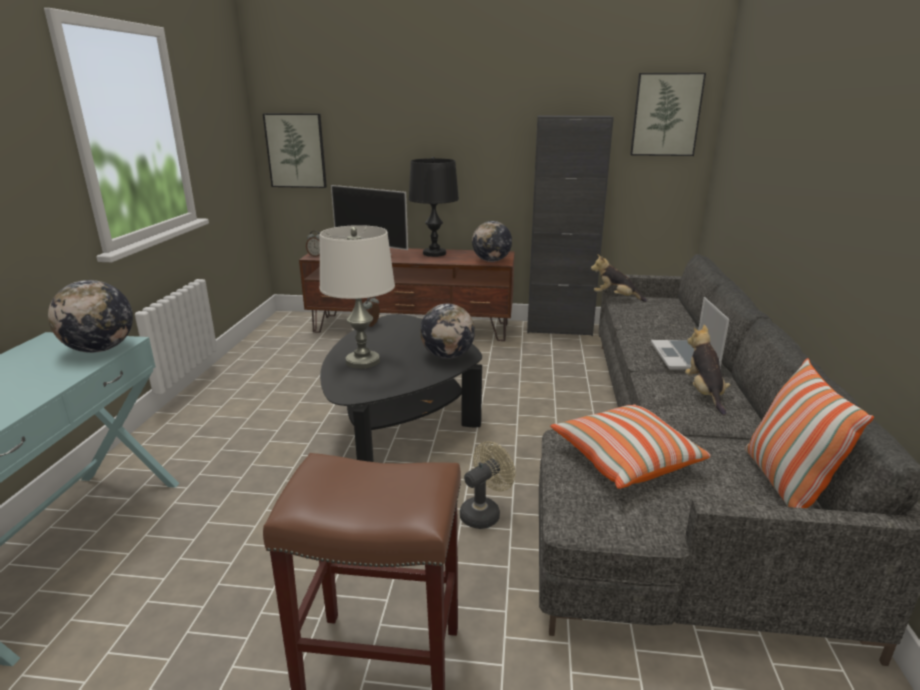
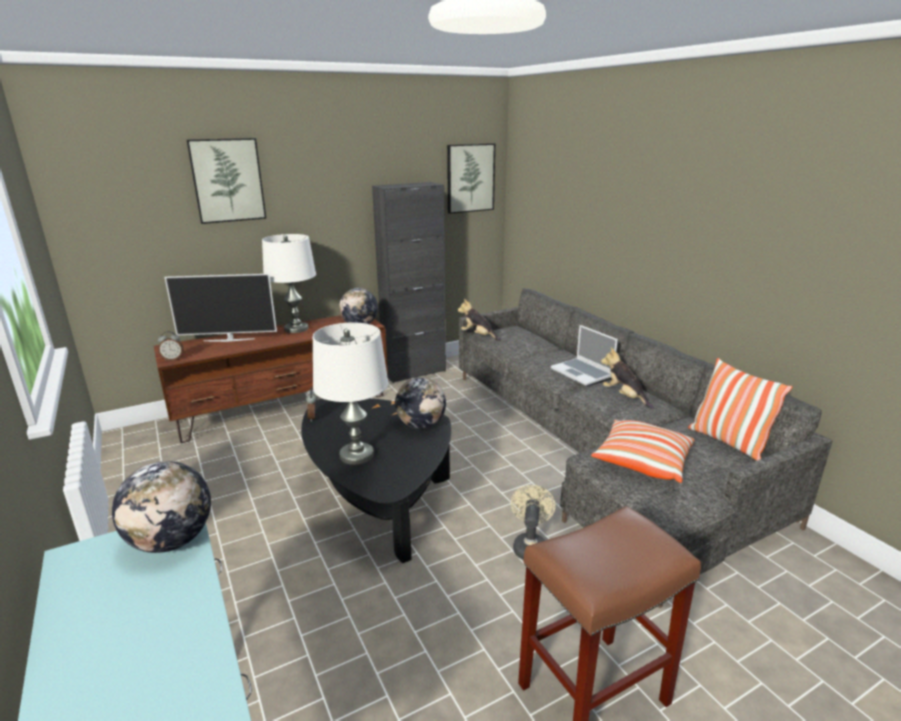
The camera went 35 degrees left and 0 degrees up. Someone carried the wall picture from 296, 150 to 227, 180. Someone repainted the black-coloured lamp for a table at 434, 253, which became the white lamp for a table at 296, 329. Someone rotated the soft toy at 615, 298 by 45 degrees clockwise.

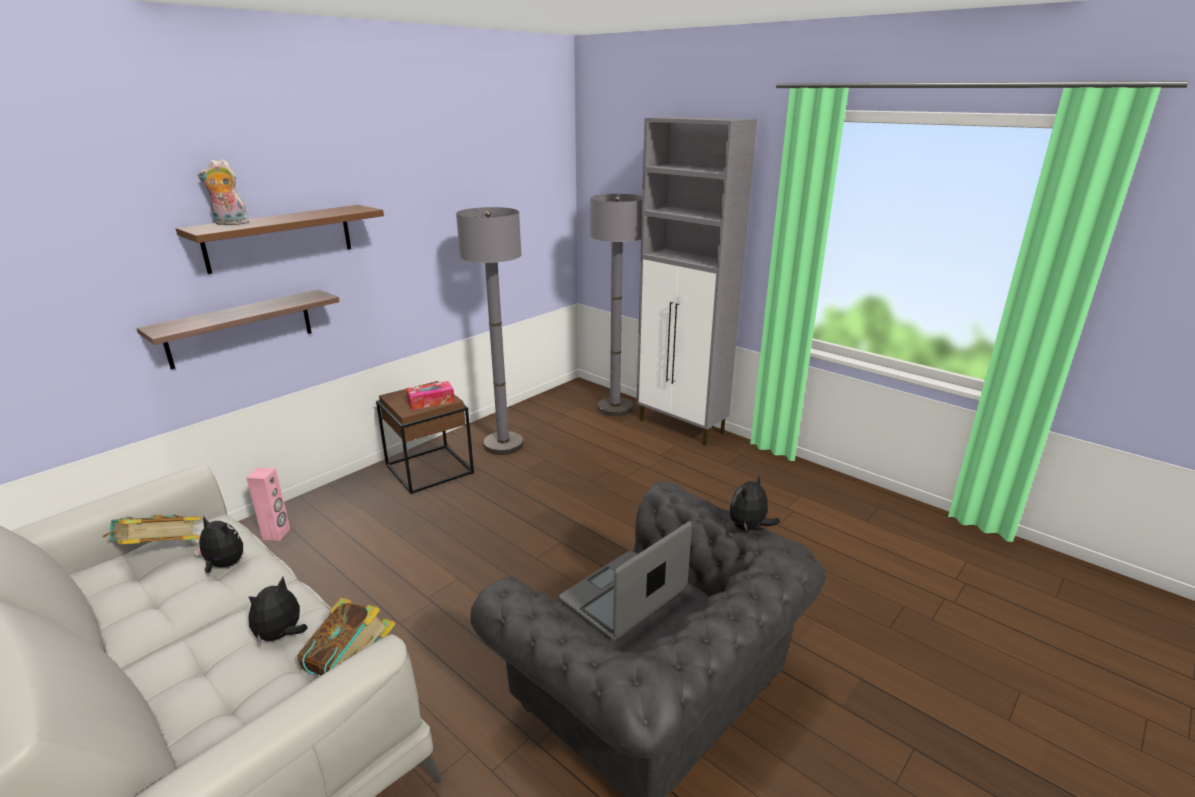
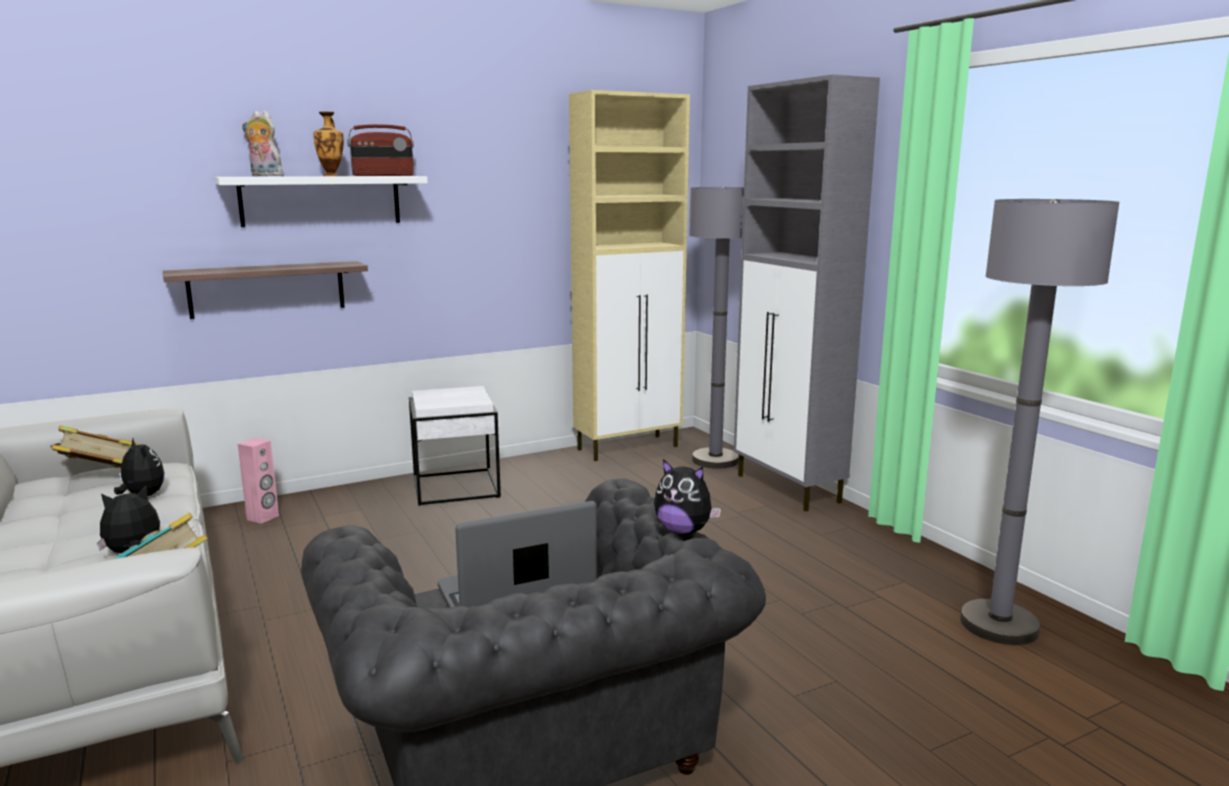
The camera went 20 degrees right and 10 degrees down. Someone repainted the brown bracket shelf at 279, 238, which became the white bracket shelf at 321, 200. Someone repainted the brown side table at 429, 470, which became the white side table at 455, 487. Someone took away the tissue box at 431, 401. Someone carried the grey floor lamp from 503, 445 to 998, 625. Someone rotated the soft toy at 749, 528 by 120 degrees counterclockwise. Someone put down the vase at 331, 176. Someone put down the radio set at 383, 175. Someone put down the sand-coloured storage cabinet at 629, 448.

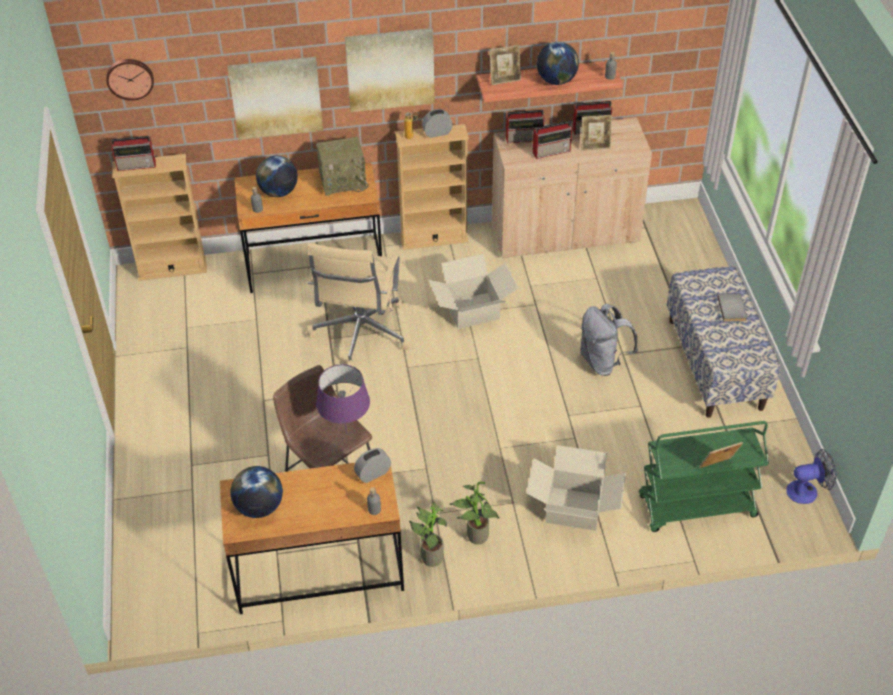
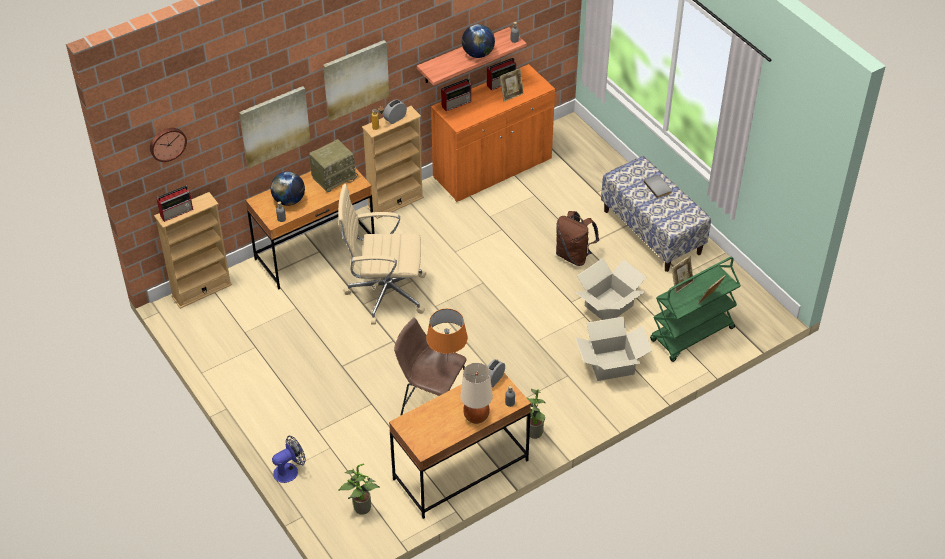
The camera went 25 degrees left and 0 degrees up. Someone took away the world globe at 259, 507. Someone rotated the sand-coloured office chair at 360, 334 by 105 degrees clockwise. Someone repainted the purplish lamp for a table at 346, 433, which became the orange-coloured lamp for a table at 447, 361. Someone carried the packing box from 473, 311 to 609, 306. Someone carried the plant in a pot from 474, 537 to 360, 509. Someone carried the standing frame from 504, 79 to 681, 284. Someone repainted the sand-coloured storage cabinet at 565, 233, which became the orange-coloured storage cabinet at 492, 168. Someone took away the radio set at 552, 151. Someone repainted the grey rucksack at 603, 361, which became the brown rucksack at 574, 256. Someone carried the electric fan from 807, 491 to 289, 470. Someone put down the sand-coloured lamp for a table at 476, 416.

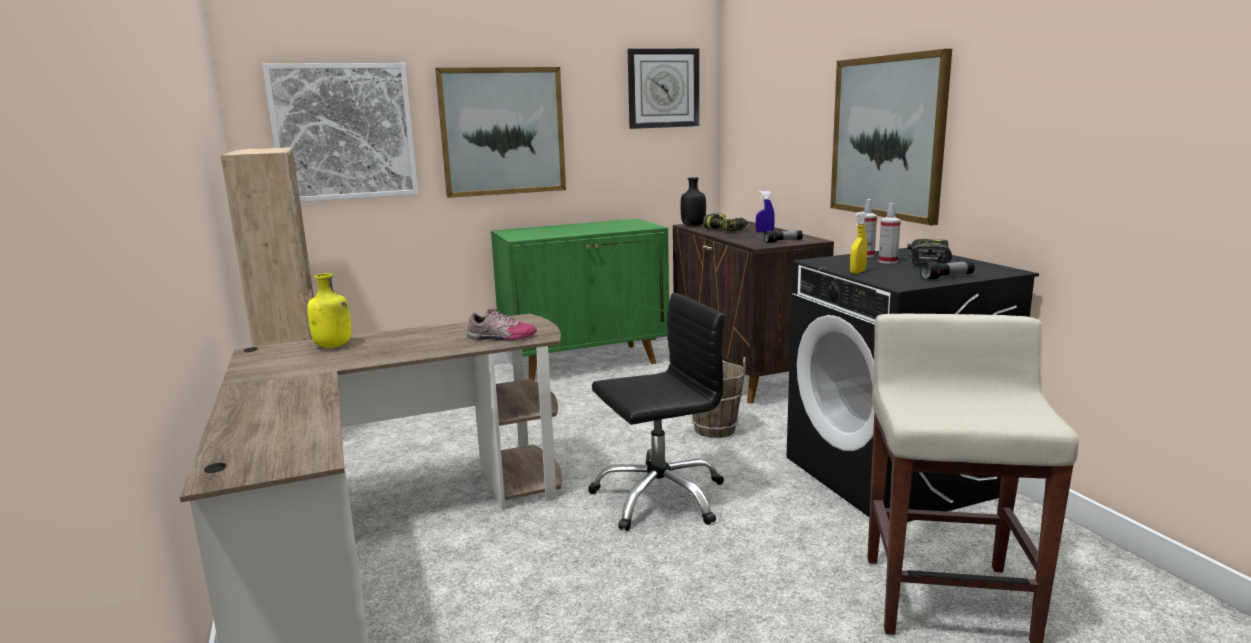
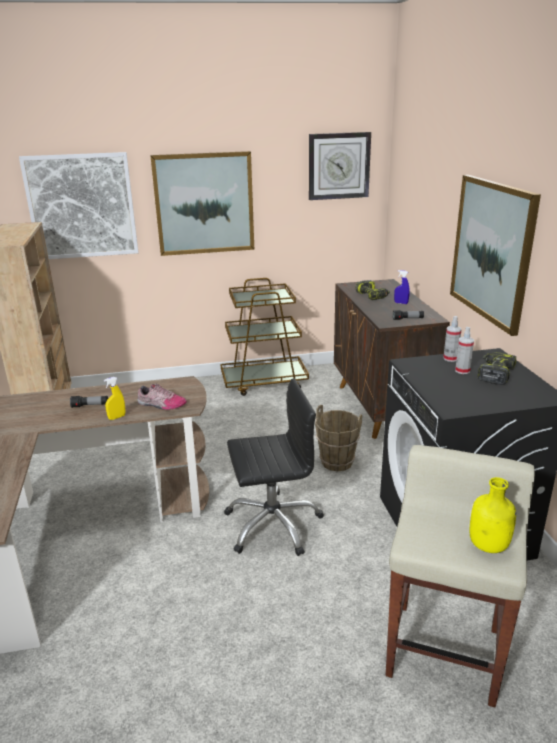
The camera went 10 degrees right and 10 degrees up. Someone carried the yellowish drink bottle from 333, 346 to 489, 546. Someone swapped the greenish storage cabinet at 585, 363 for the brown cart at 264, 382. Someone took away the black-coloured drink bottle at 693, 225. Someone carried the yellowish spray bottle from 857, 272 to 117, 417. Someone carried the hand torch from 947, 277 to 90, 406.

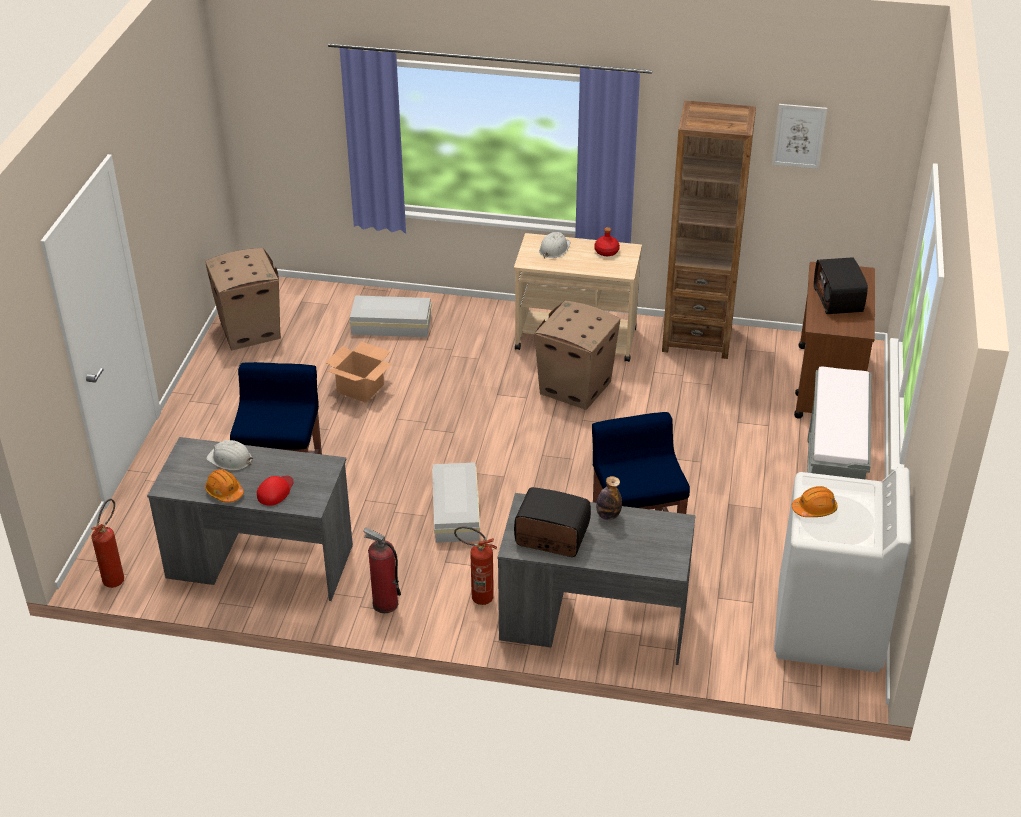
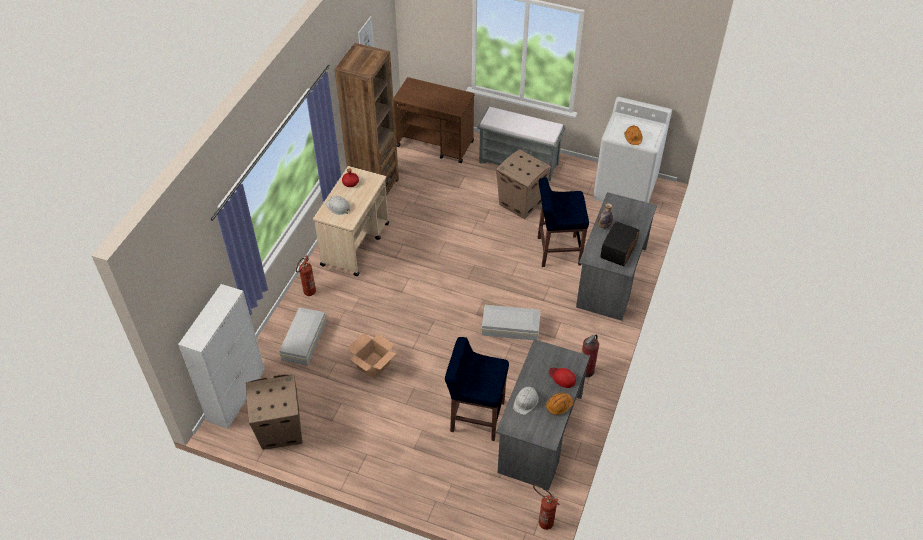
The camera went 80 degrees left and 10 degrees up. Someone carried the fire extinguisher from 476, 596 to 308, 294. Someone carried the packing box from 574, 388 to 521, 203. Someone took away the radio set at 839, 299. Someone put down the white storage cabinet at 236, 394.

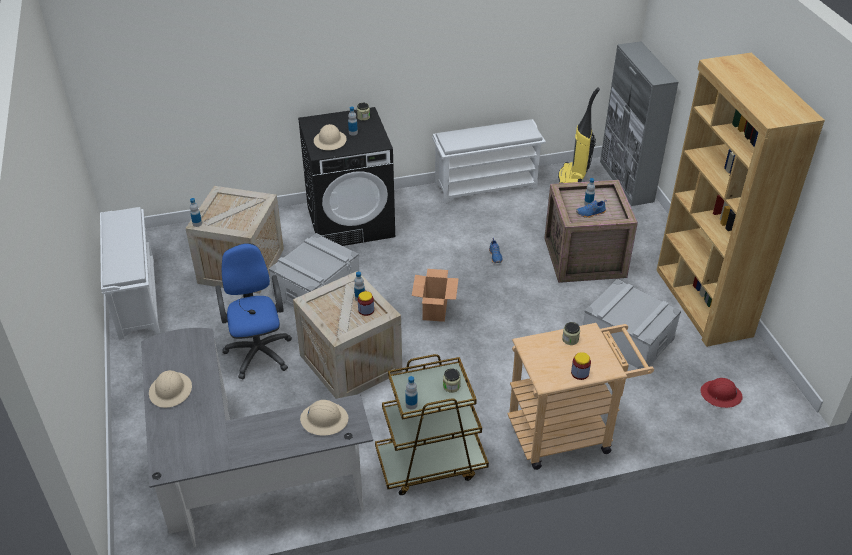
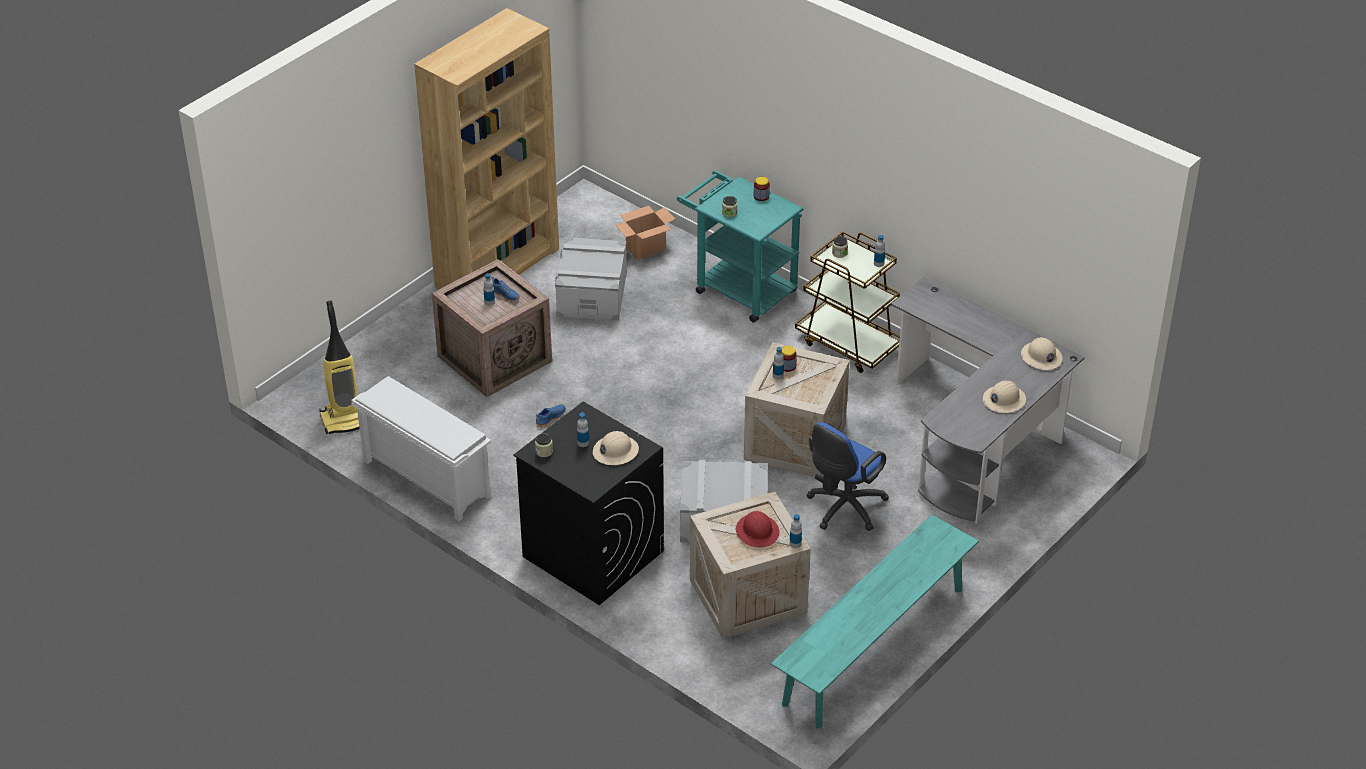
The camera went 125 degrees left and 0 degrees up. Someone swapped the white shoe shelf at 136, 297 for the blue-green indoor bench at 874, 646. Someone carried the sand-coloured hard hat from 324, 419 to 1041, 357. Someone carried the packing box from 434, 310 to 645, 249. Someone repainted the sand-coloured cart at 568, 432, which became the blue-green cart at 738, 288. Someone took away the grey storage cabinet at 626, 181. Someone carried the red-coloured hard hat from 721, 395 to 757, 531.

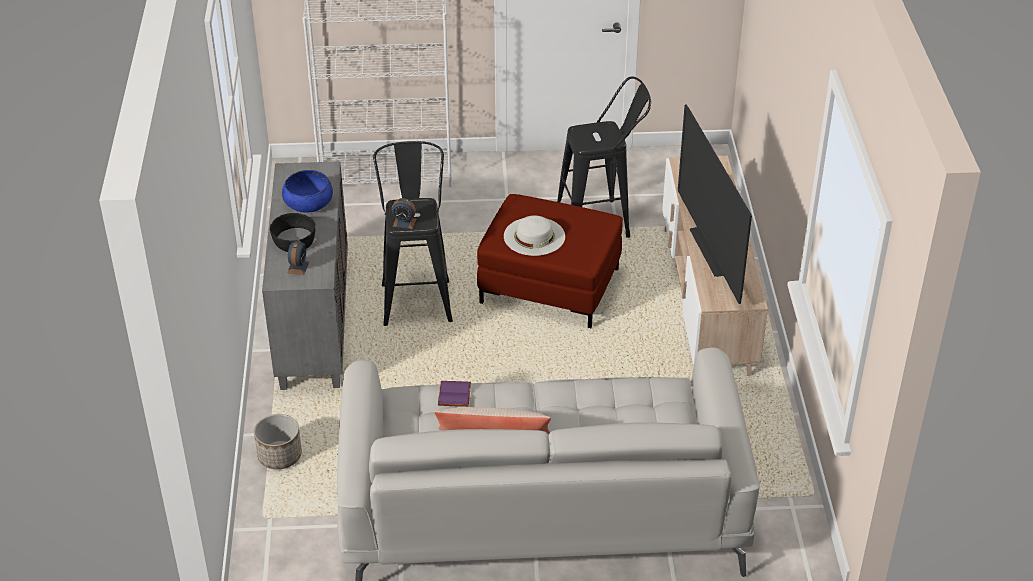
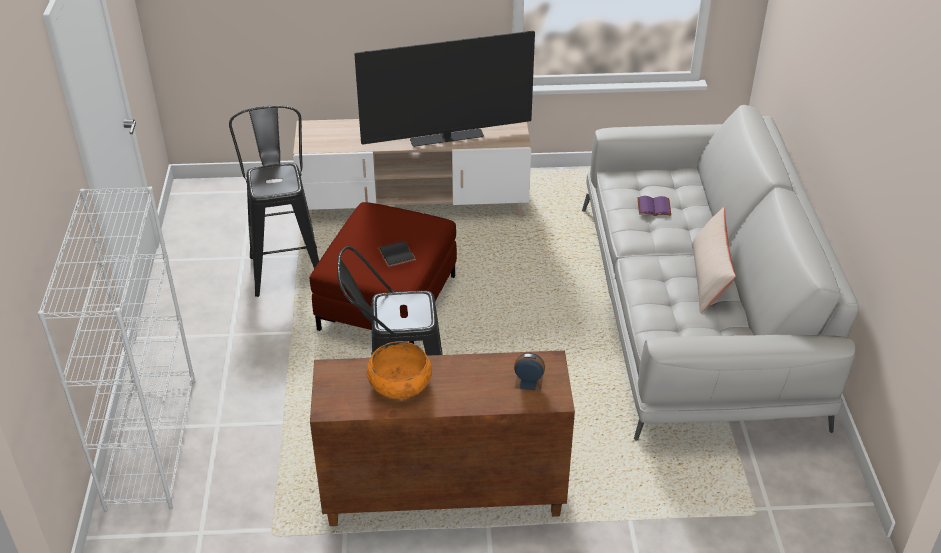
The camera went 90 degrees left and 0 degrees up. Someone took away the flower pot at 279, 456. Someone repainted the grey storage cabinet at 313, 324, which became the brown storage cabinet at 442, 495. Someone took away the black-coloured serving bowl at 293, 239. Someone repainted the blue-coloured serving bowl at 308, 202, which became the orange-coloured serving bowl at 400, 382. Someone took away the table clock at 404, 222. Someone carried the purplish bound book from 455, 395 to 654, 207. Someone swapped the white clothing hat at 534, 236 for the black-coloured bound book at 395, 255.

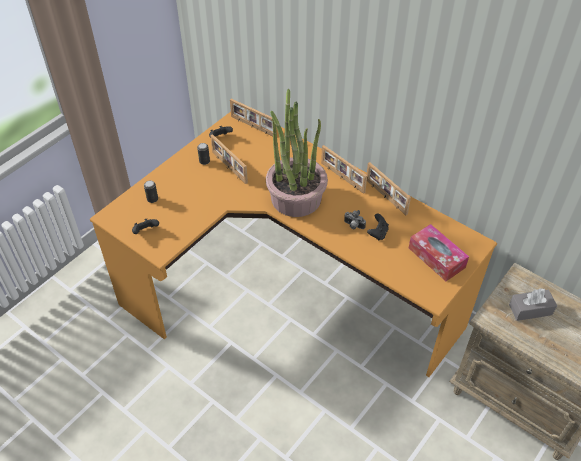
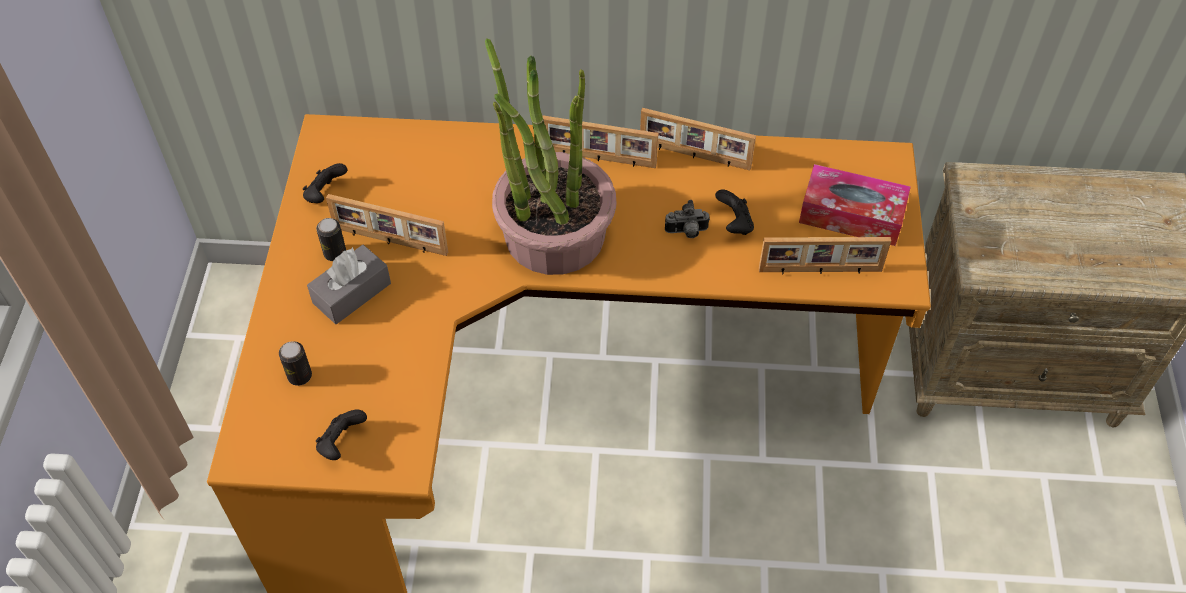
The camera went 35 degrees left and 5 degrees up. Someone carried the standing frame from 253, 127 to 820, 271. Someone carried the grey tissue box from 530, 309 to 352, 293.

